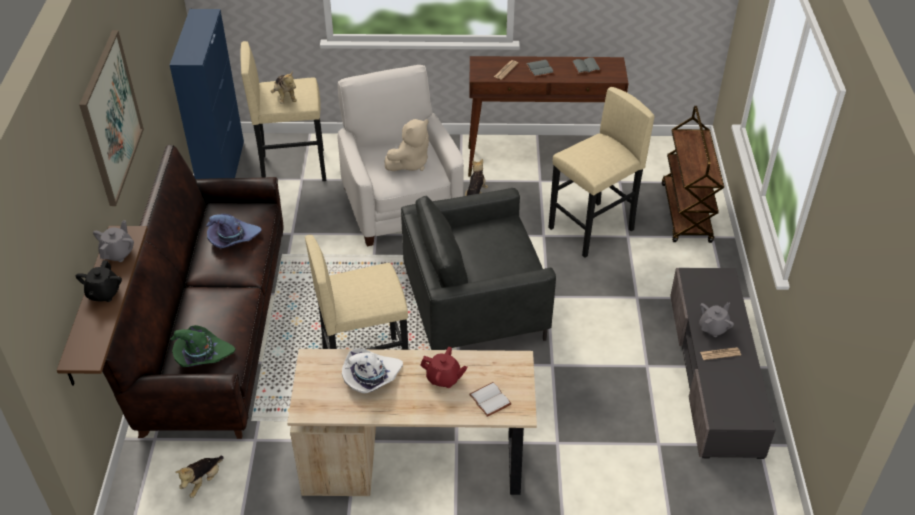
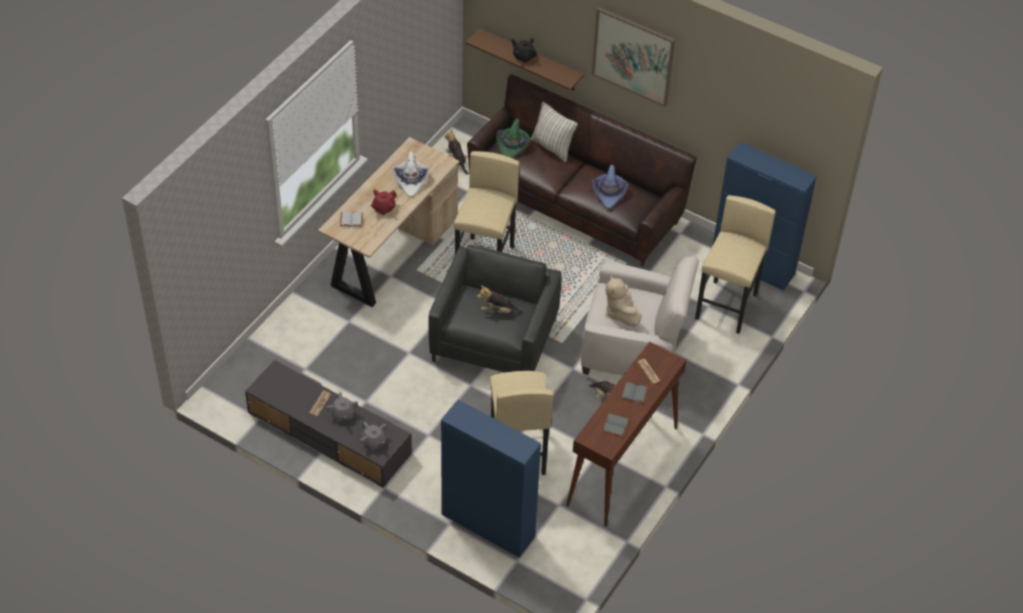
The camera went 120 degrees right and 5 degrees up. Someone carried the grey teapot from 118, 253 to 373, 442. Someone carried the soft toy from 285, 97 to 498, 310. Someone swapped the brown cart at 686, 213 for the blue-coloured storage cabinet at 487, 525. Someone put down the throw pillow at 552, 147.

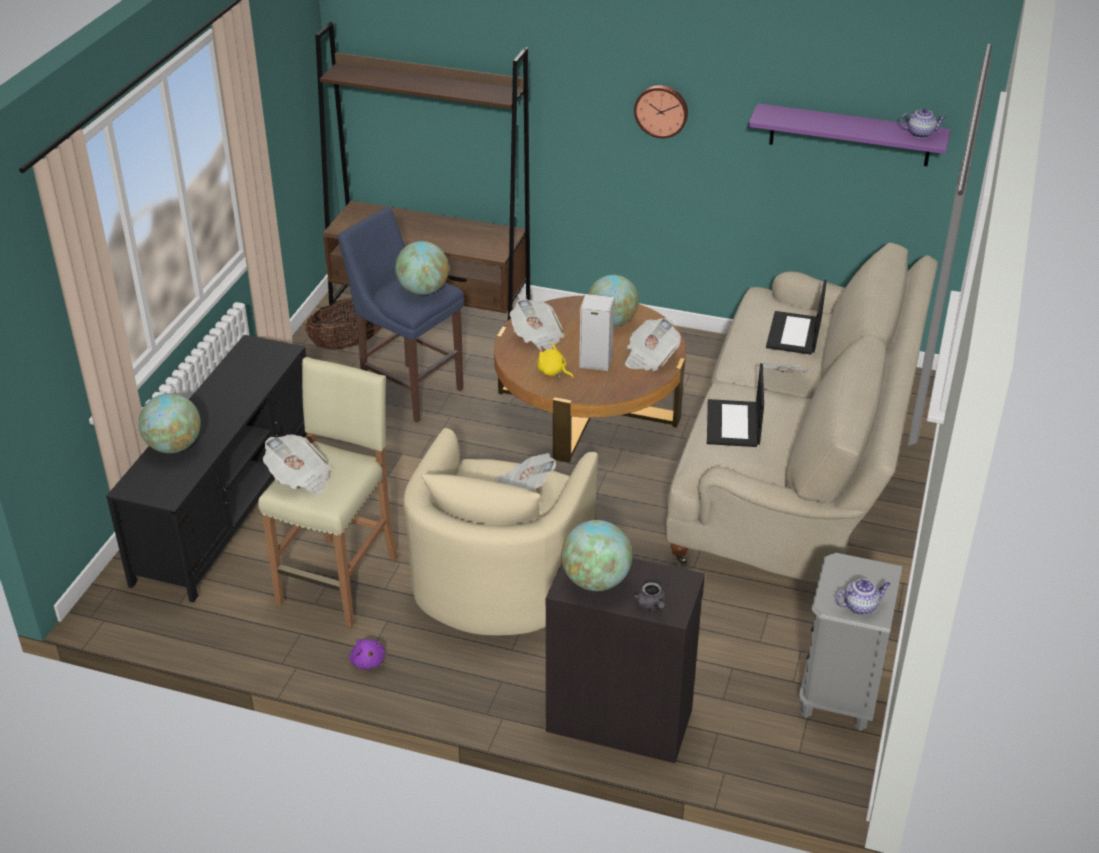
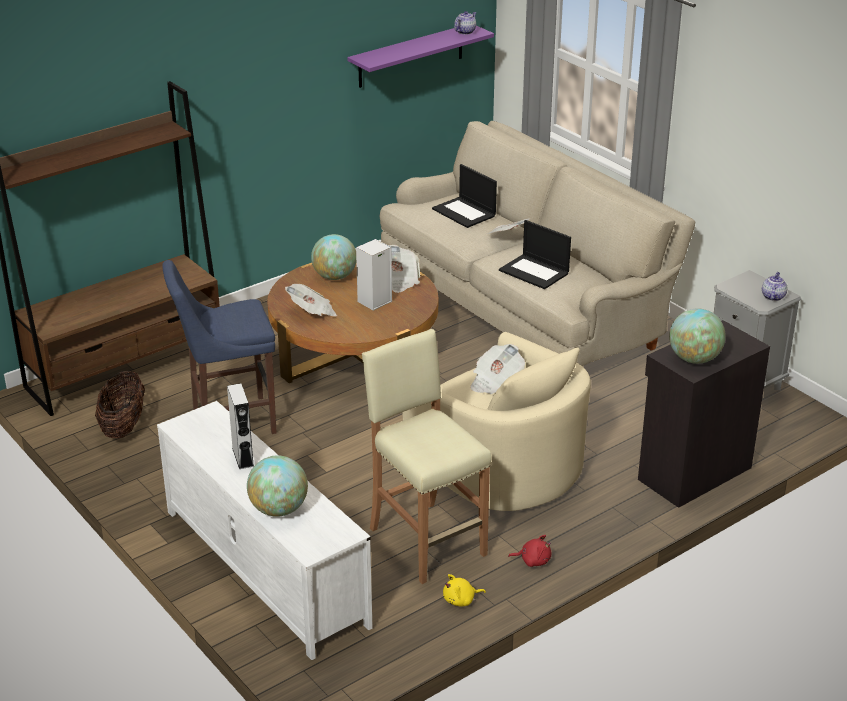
The camera went 55 degrees left and 5 degrees down. Someone repainted the black-coloured media console at 228, 504, which became the white media console at 264, 566. Someone took away the printed paper at 299, 478. Someone repainted the purplish soft toy at 367, 661, which became the red-coloured soft toy at 533, 560. Someone took away the world globe at 423, 290. Someone carried the yellowish soft toy from 553, 372 to 461, 600. Someone took away the grey teapot at 651, 605. Someone took away the wall clock at 661, 110. Someone put down the grey loudspeaker at 242, 457.

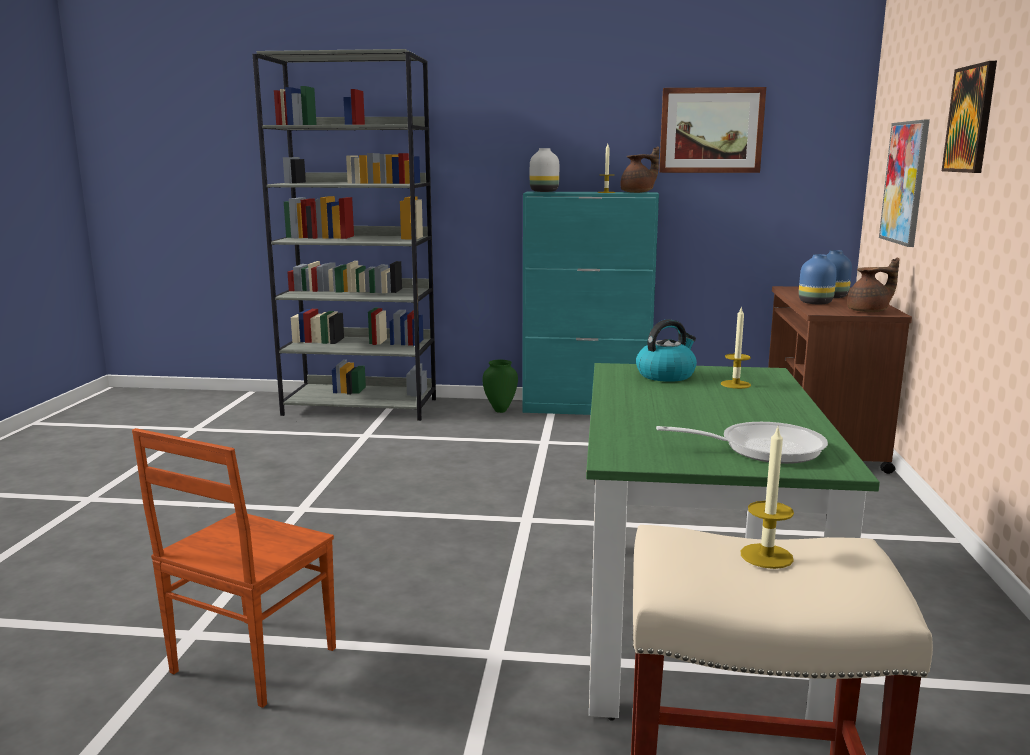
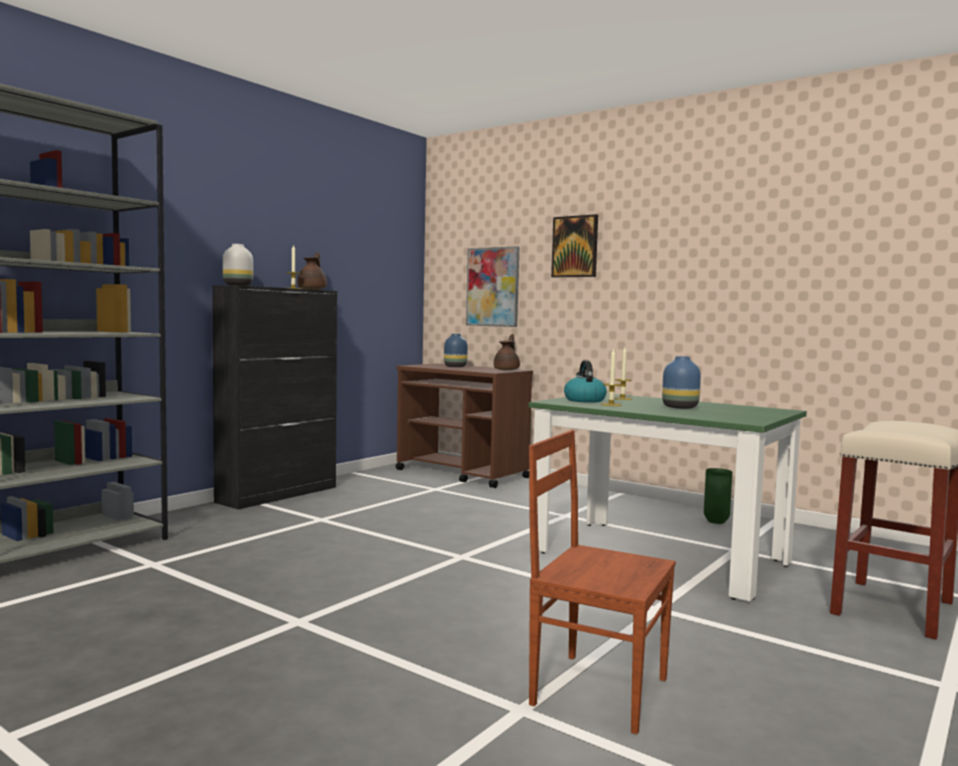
The camera went 60 degrees left and 10 degrees down. Someone rotated the brown plain chair at 251, 661 by 150 degrees clockwise. Someone carried the greenish vase from 500, 410 to 715, 522. Someone repainted the blue-green storage cabinet at 586, 409, which became the black-coloured storage cabinet at 278, 494. Someone took away the frying pan at 762, 449. Someone took away the wall picture at 711, 130. Someone carried the candle from 766, 556 to 611, 404. Someone carried the blue-coloured vase from 815, 303 to 680, 408.

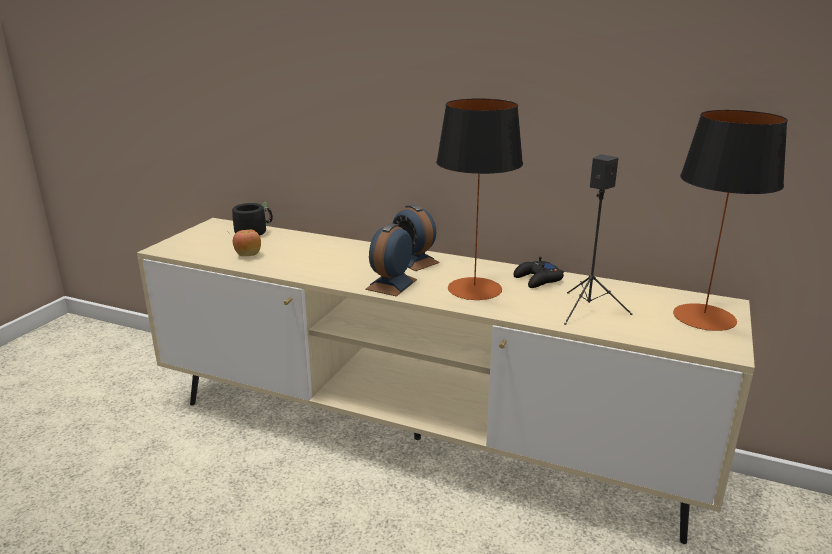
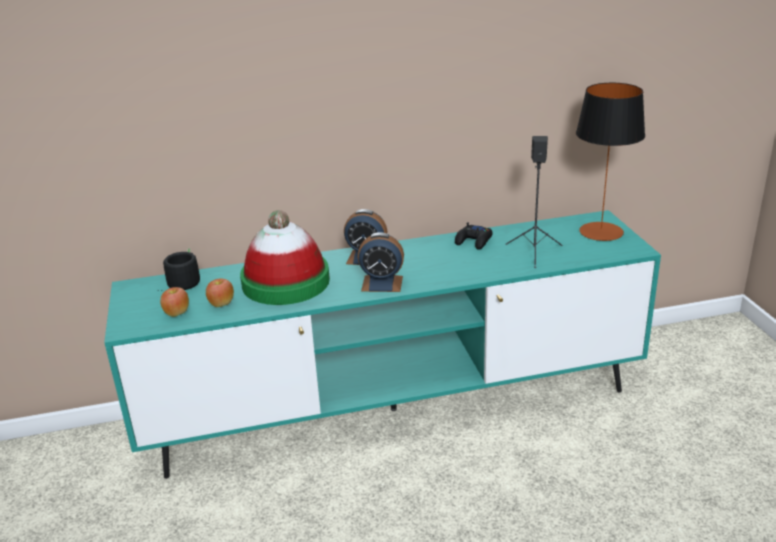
The camera went 35 degrees left and 5 degrees up. Someone repainted the sand-coloured media console at 417, 438, which became the blue-green media console at 394, 410. Someone rotated the table clock at 391, 284 by 75 degrees counterclockwise. Someone took away the lamp for a table at 474, 289. Someone put down the apple fruit at 177, 313. Someone put down the clothing hat at 286, 282.

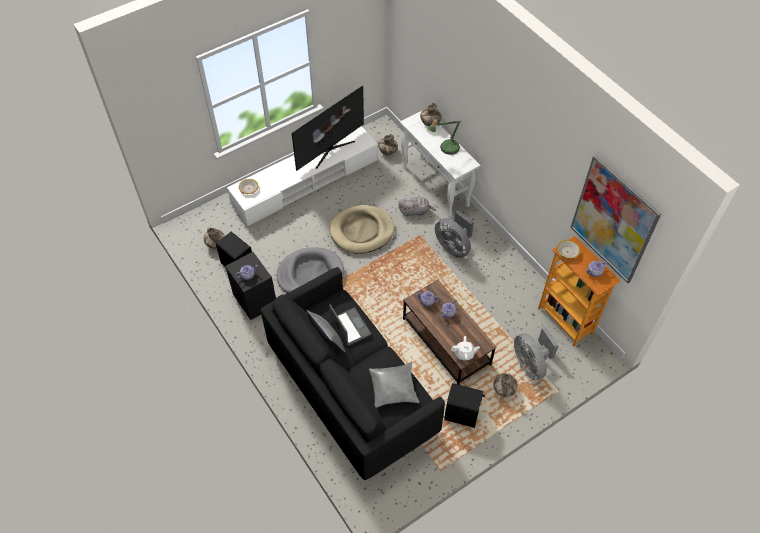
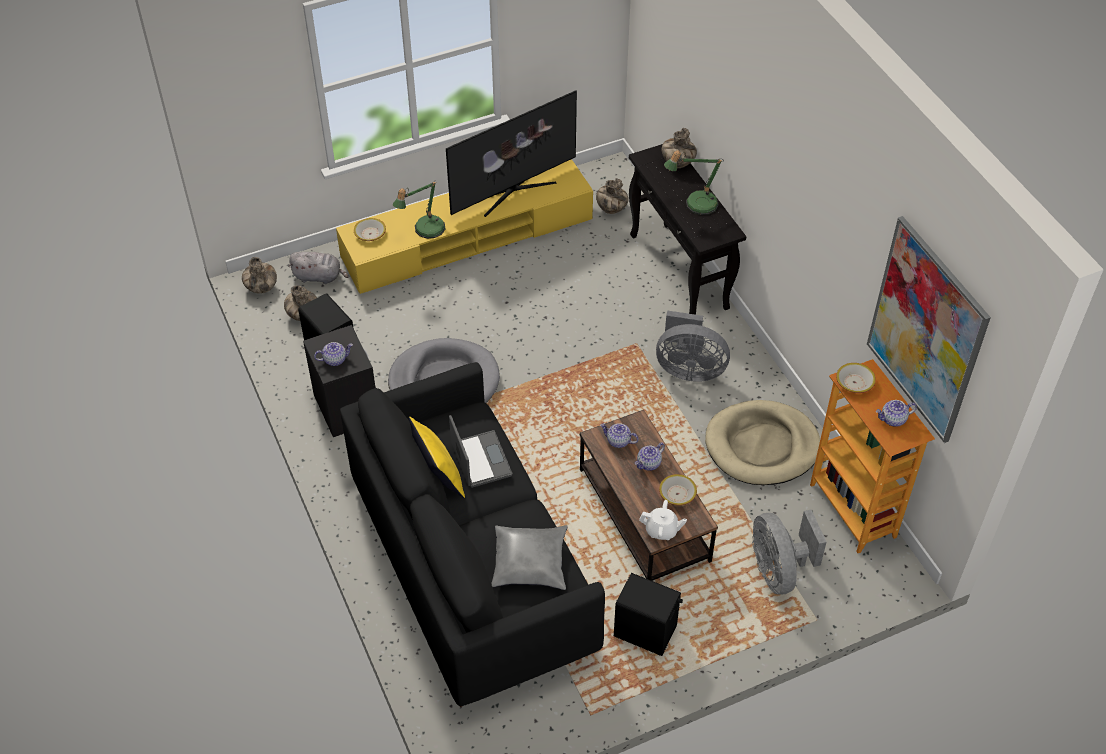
The camera went 10 degrees right and 5 degrees down. Someone repainted the white media console at 306, 182, which became the yellowish media console at 468, 239. Someone repainted the grey throw pillow at 326, 341, which became the yellowish throw pillow at 438, 476. Someone carried the sand-coloured dog bed from 362, 231 to 762, 446. Someone carried the grey soft toy from 415, 211 to 319, 277. Someone repainted the white console table at 436, 186, which became the black-coloured console table at 679, 272. Someone rotated the grey electric fan at 453, 246 by 45 degrees counterclockwise. Someone carried the vase from 503, 390 to 262, 288. Someone put down the lamp for a table at 425, 230. Someone put down the serving bowl at 677, 494.

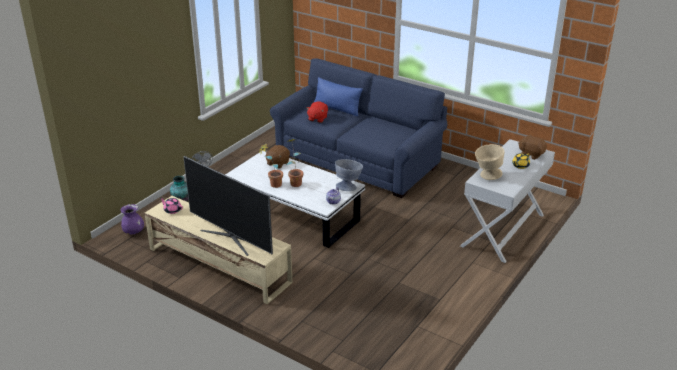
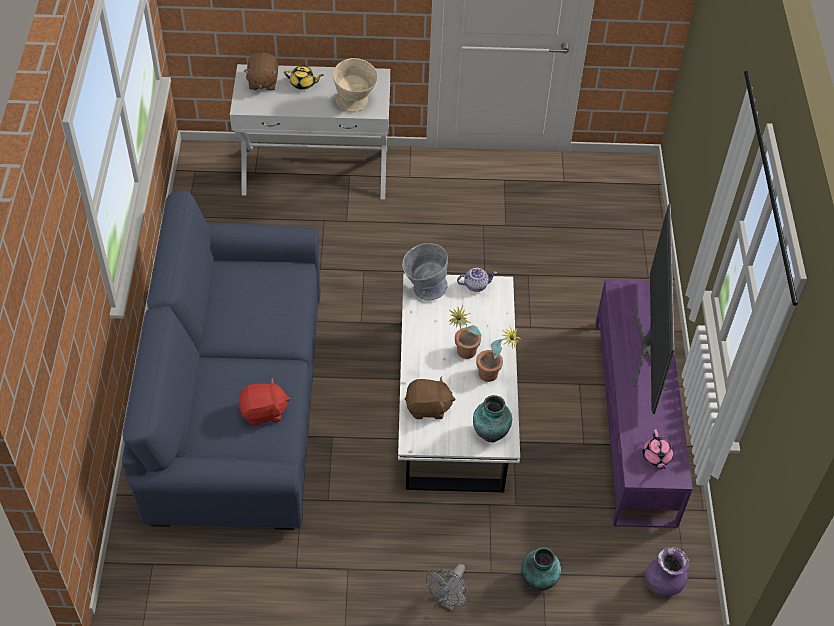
The camera went 125 degrees left and 20 degrees up. Someone repainted the sand-coloured media console at 218, 265, which became the purplish media console at 633, 420. Someone took away the blue-coloured throw pillow at 337, 109. Someone put down the vase at 490, 432.

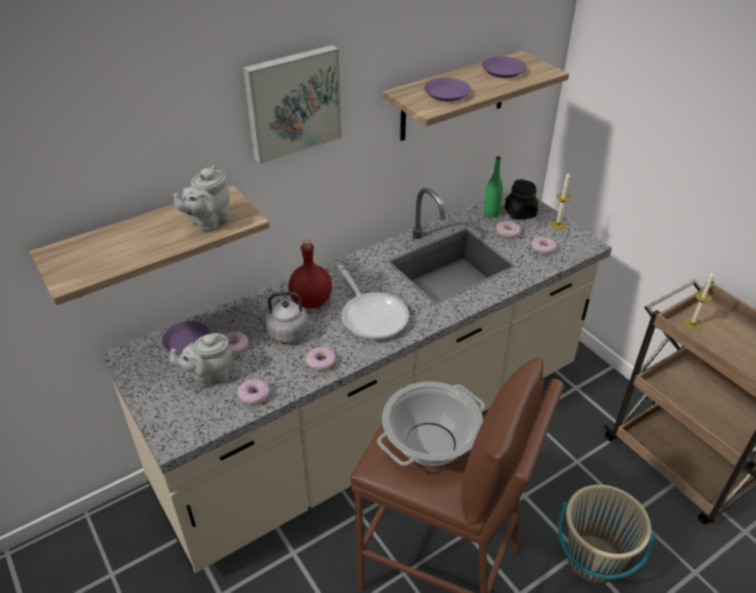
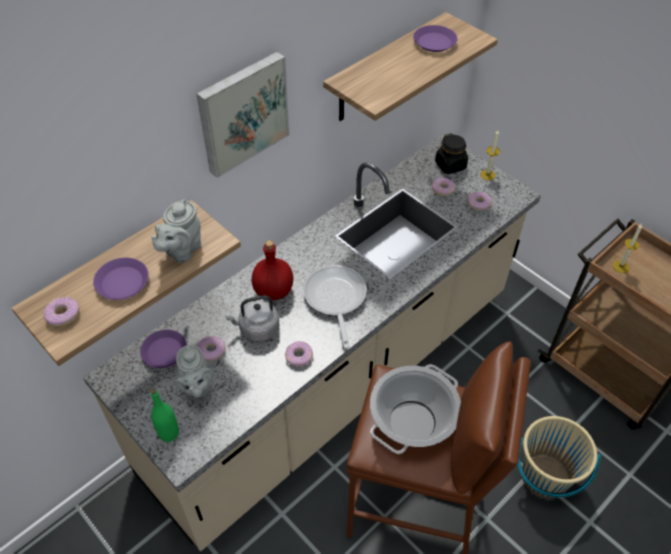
The camera went 10 degrees left and 10 degrees up. Someone rotated the grey teapot at 209, 377 by 75 degrees counterclockwise. Someone carried the ring doughnut from 254, 395 to 63, 315. Someone rotated the frying pan at 372, 316 by 150 degrees counterclockwise. Someone carried the purplish flat dish from 447, 93 to 122, 282. Someone carried the greenish drink bottle from 491, 213 to 169, 433.

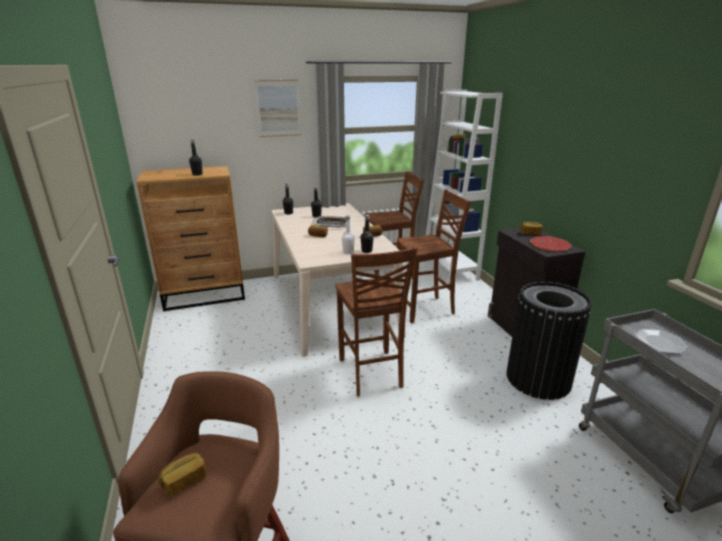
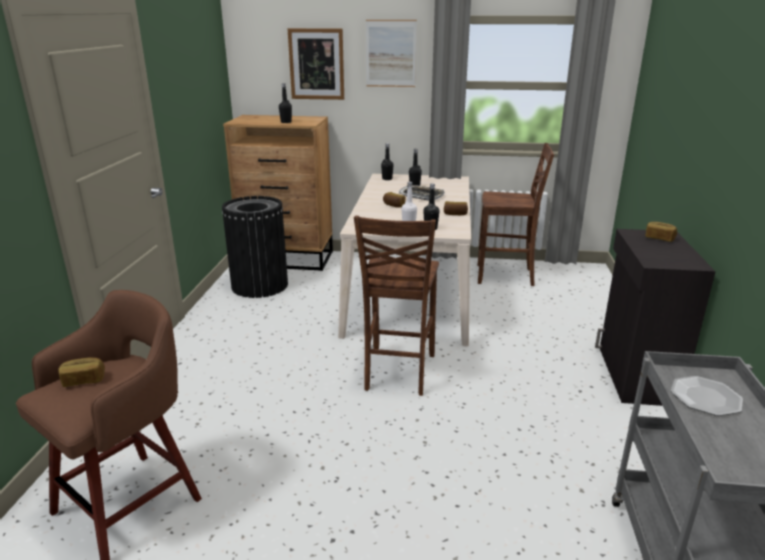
The camera went 25 degrees right and 0 degrees up. Someone took away the brown plain chair at 425, 309. Someone took away the white bookshelf at 449, 270. Someone carried the black-coloured waste bin from 538, 379 to 260, 285. Someone took away the red-coloured flat dish at 550, 245. Someone put up the wall picture at 316, 64.

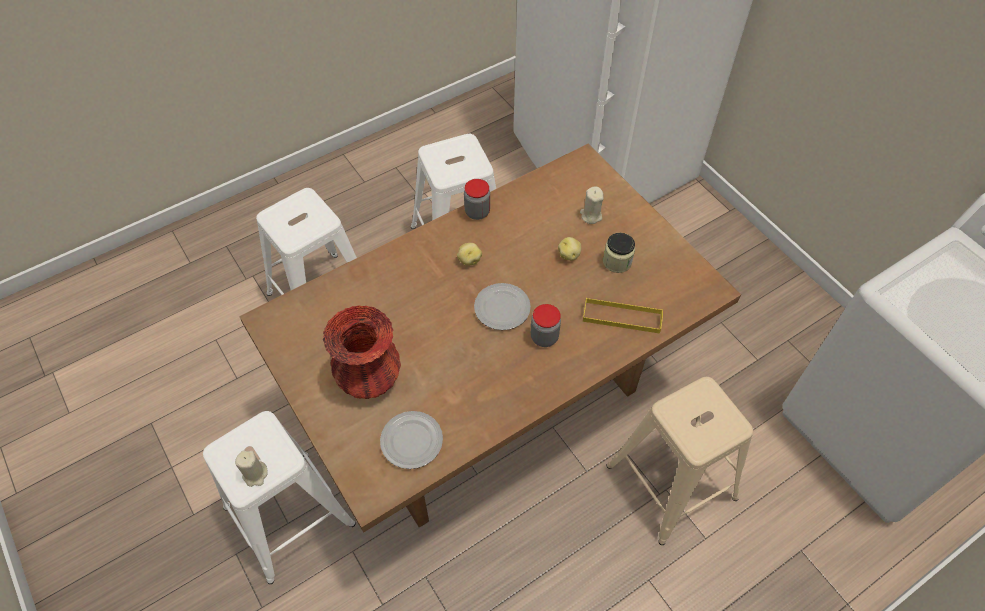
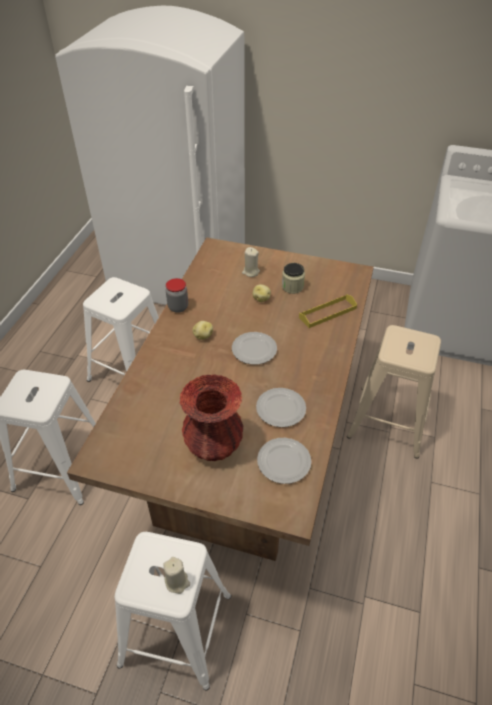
The camera went 40 degrees left and 10 degrees down. Someone took away the preserve jar at 544, 337. Someone put down the flat dish at 281, 409.

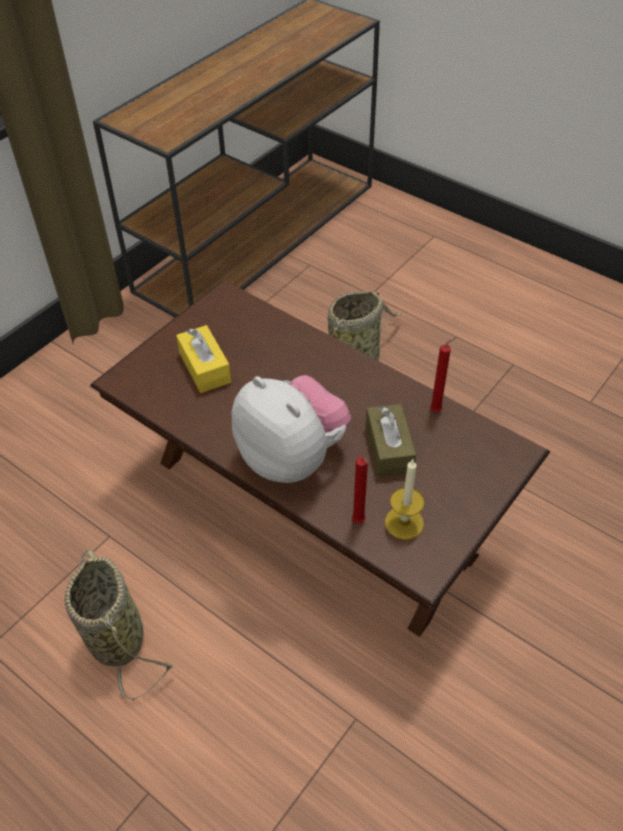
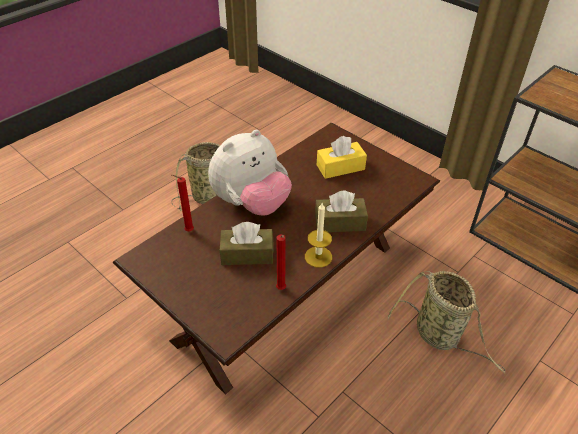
The camera went 95 degrees right and 5 degrees down. Someone carried the candle from 404, 523 to 318, 257. Someone put down the brown tissue box at 340, 222.

